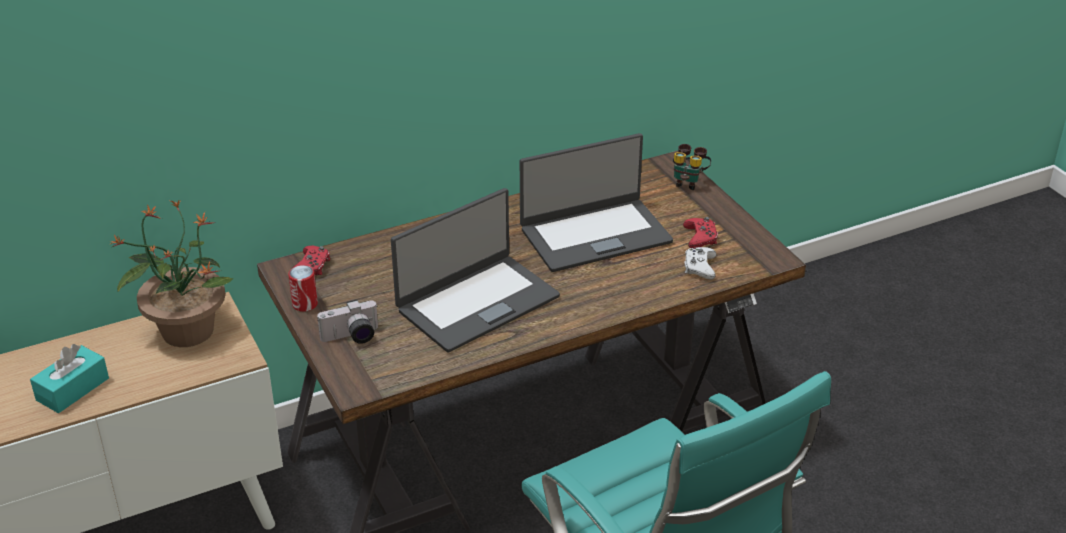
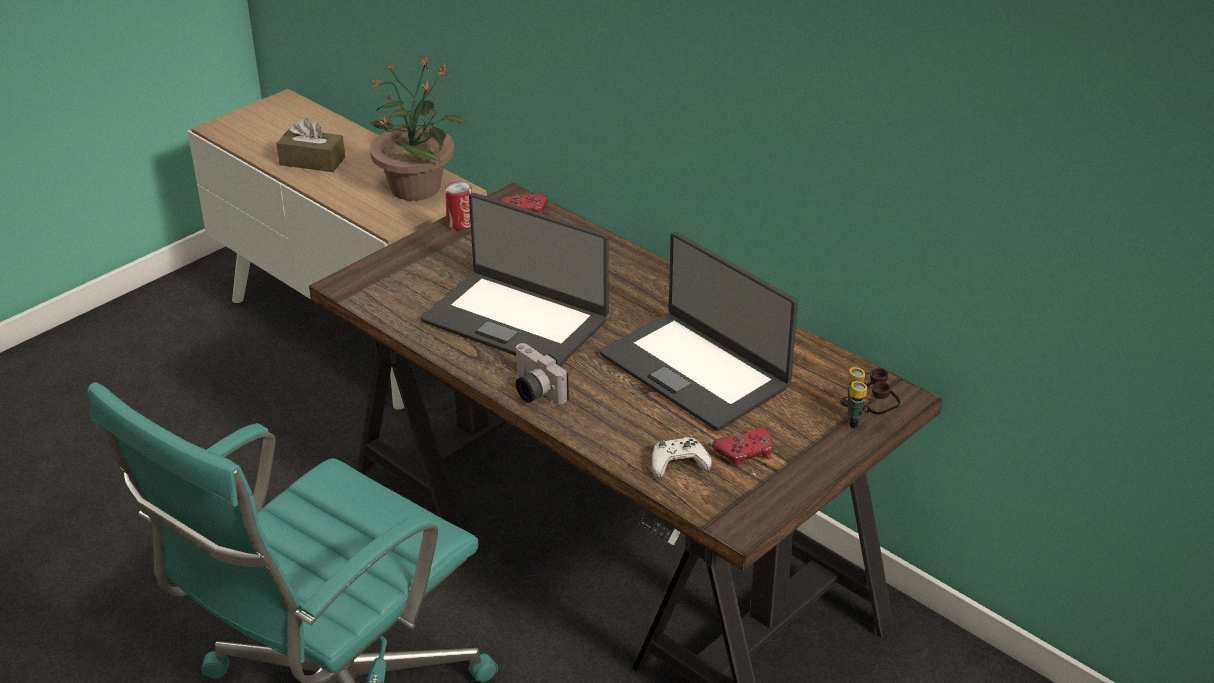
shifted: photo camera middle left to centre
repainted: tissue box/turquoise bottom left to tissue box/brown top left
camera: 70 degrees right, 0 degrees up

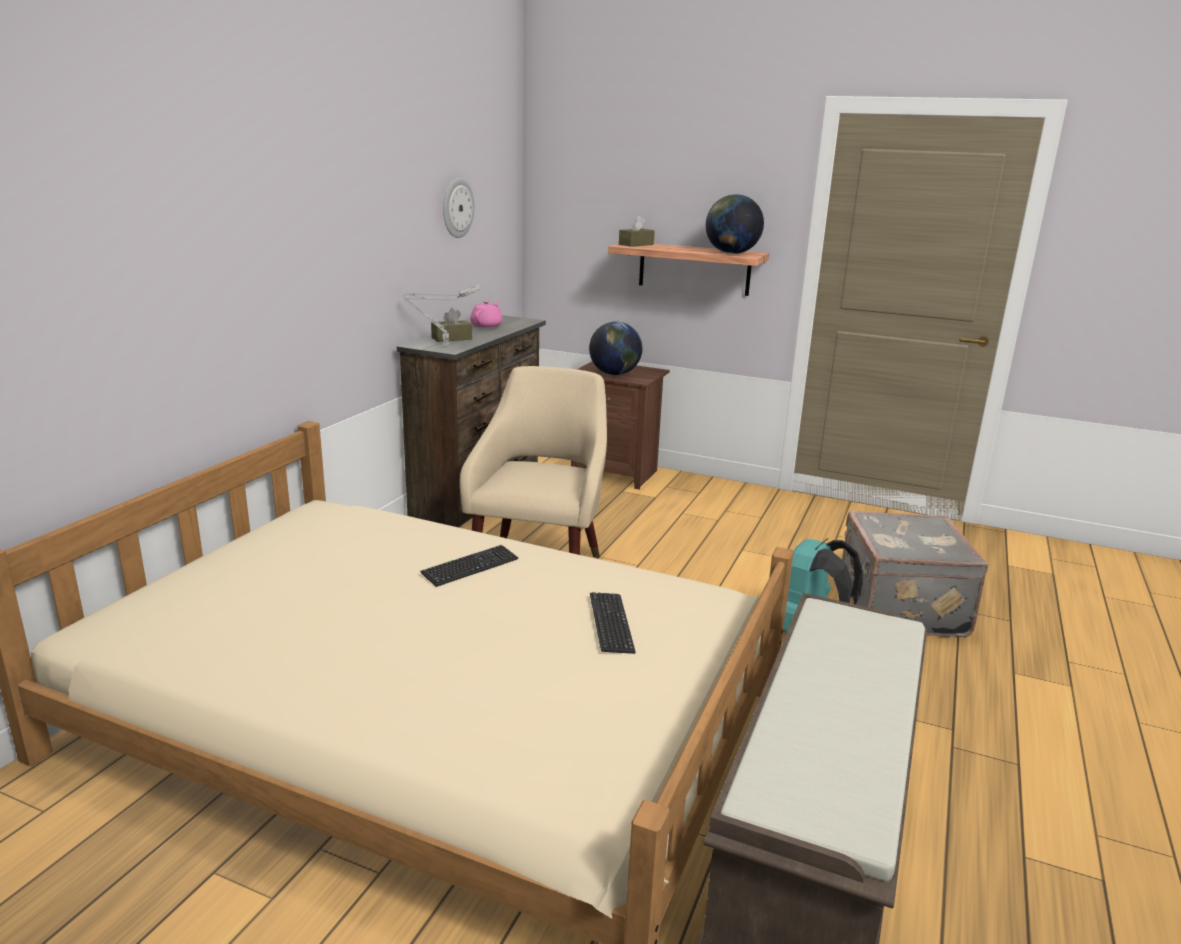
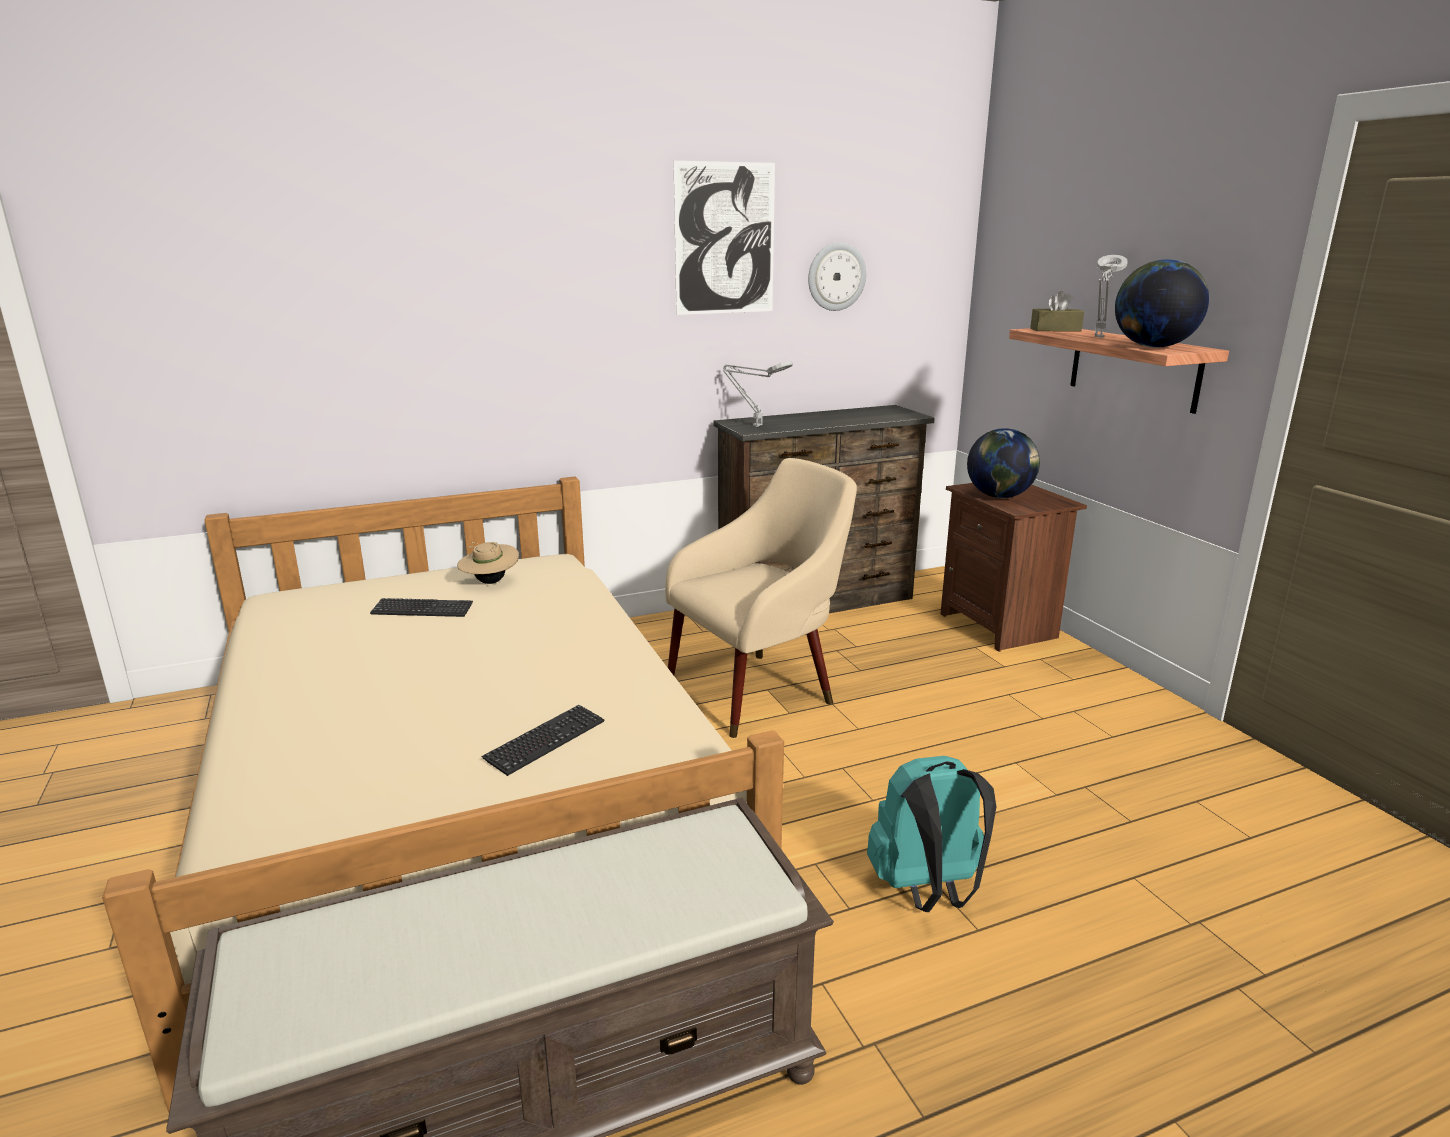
gone: tissue box/brown (no. 1 from left) centre; teapot/pink top centre; suitcase/grey middle right
new: hat/beige centre; picture top centre; table lamp/grey (no. 2 from left) top right
shifted: keyboard (no. 1 from left) centre to middle left
camera: 45 degrees right, 0 degrees up

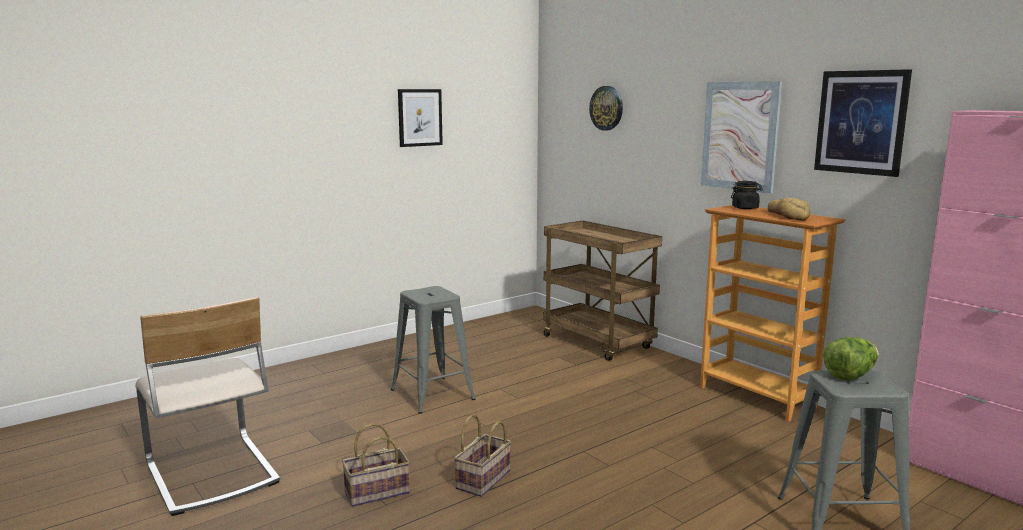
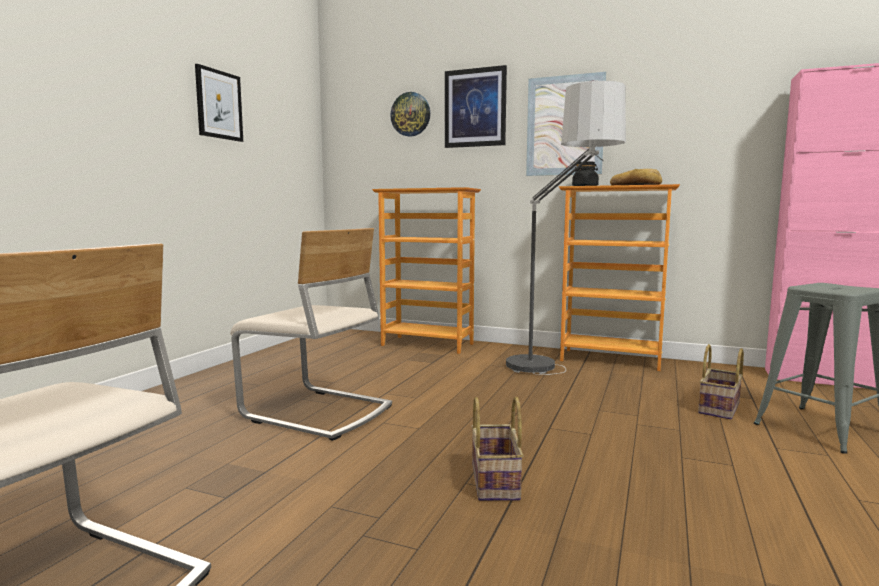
gone: lettuce bottom right
new: floor lamp centre
shifted: basket (no. 1 from left in the first image) bottom centre to basket (no. 2 from left) middle right; picture (no. 3 from left in the first image) top right to picture (no. 2 from left) top centre
swapped: stool/grey (no. 1 from left) centre to chair/beige (no. 2 from left) centre; cart/brown centre to bookcase (no. 1 from left) centre
camera: 30 degrees left, 5 degrees down

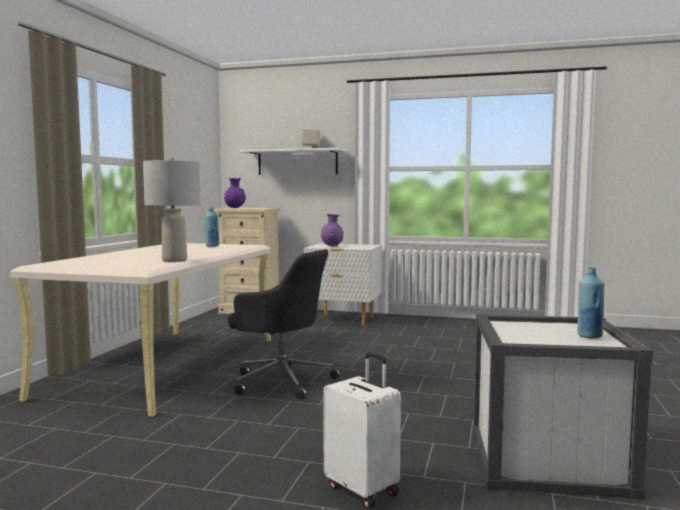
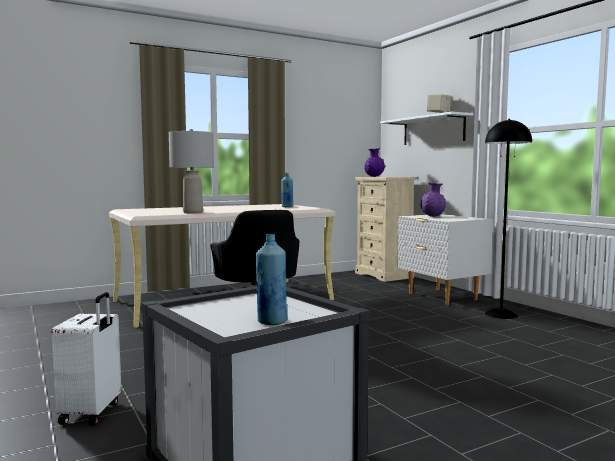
new: floor lamp/black middle right
camera: 45 degrees right, 0 degrees up

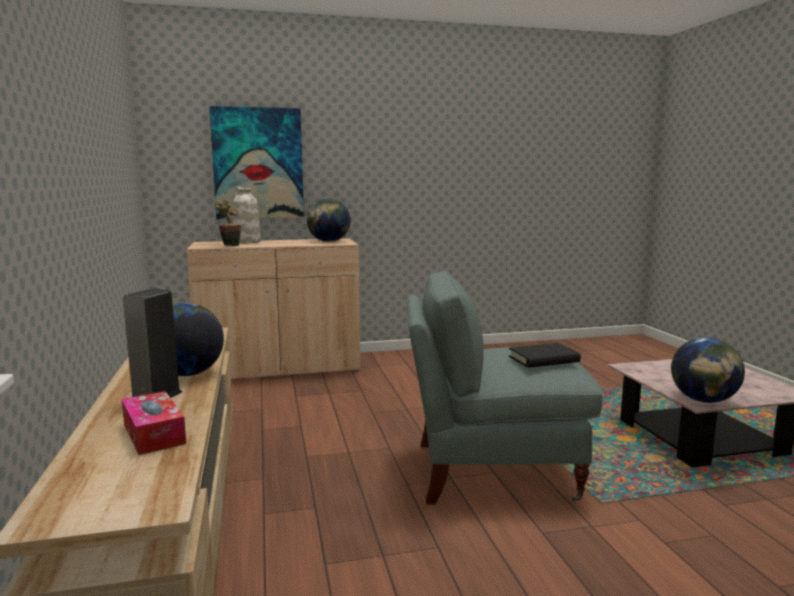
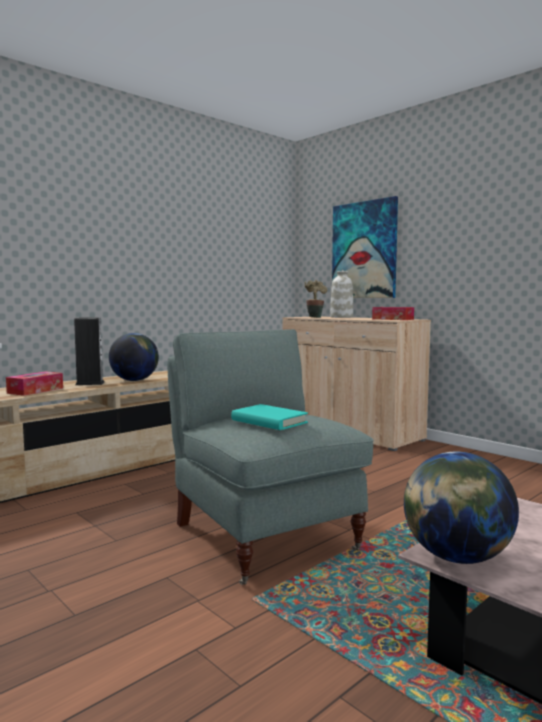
swapped: globe (no. 2 from left) centre to tissue box (no. 2 from left) middle right
repainted: book/black middle right to book/turquoise centre
camera: 60 degrees right, 5 degrees down

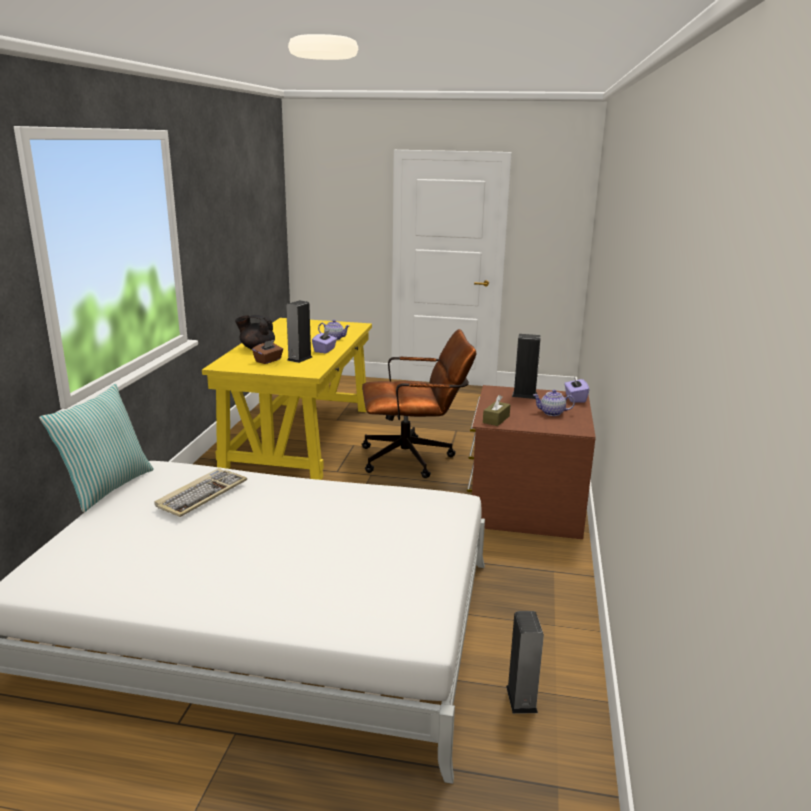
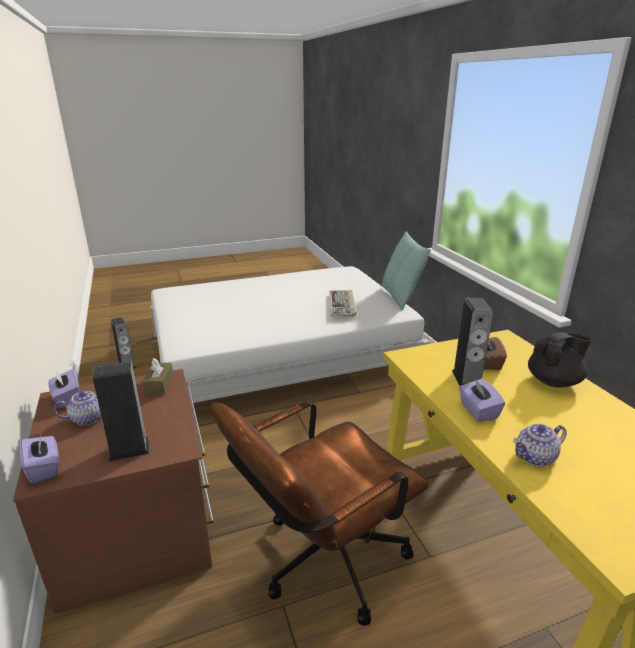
new: tissue box/purple (no. 2 from left) middle left
camera: 150 degrees right, 5 degrees up

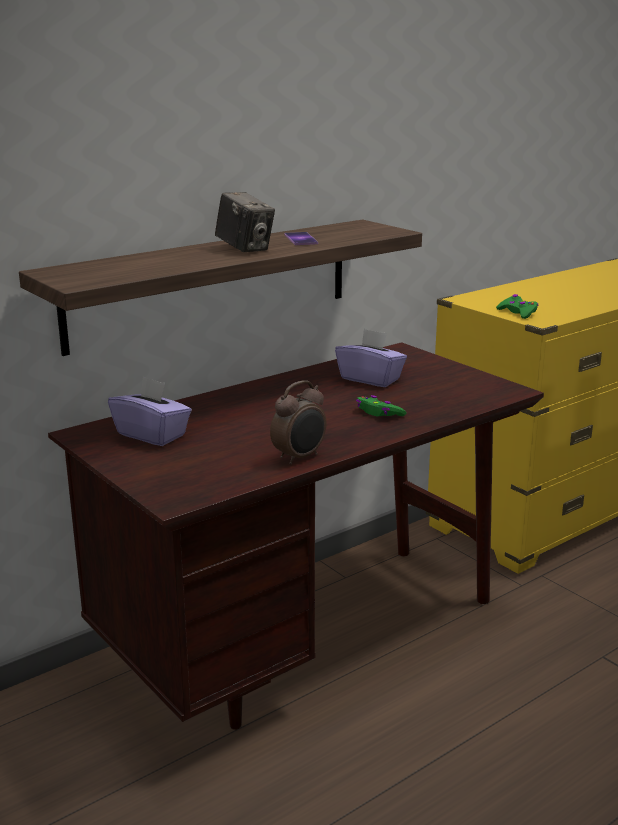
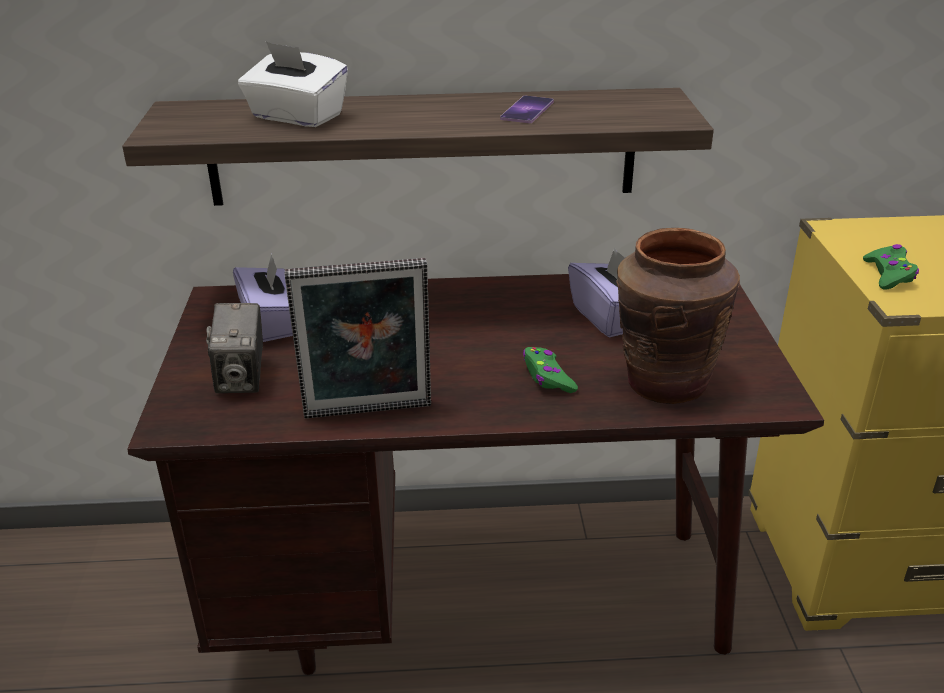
new: tissue box/white top left; vase/brown middle right
shifted: photo camera top centre to middle left
swapped: alarm clock centre to picture frame centre
camera: 35 degrees right, 10 degrees up

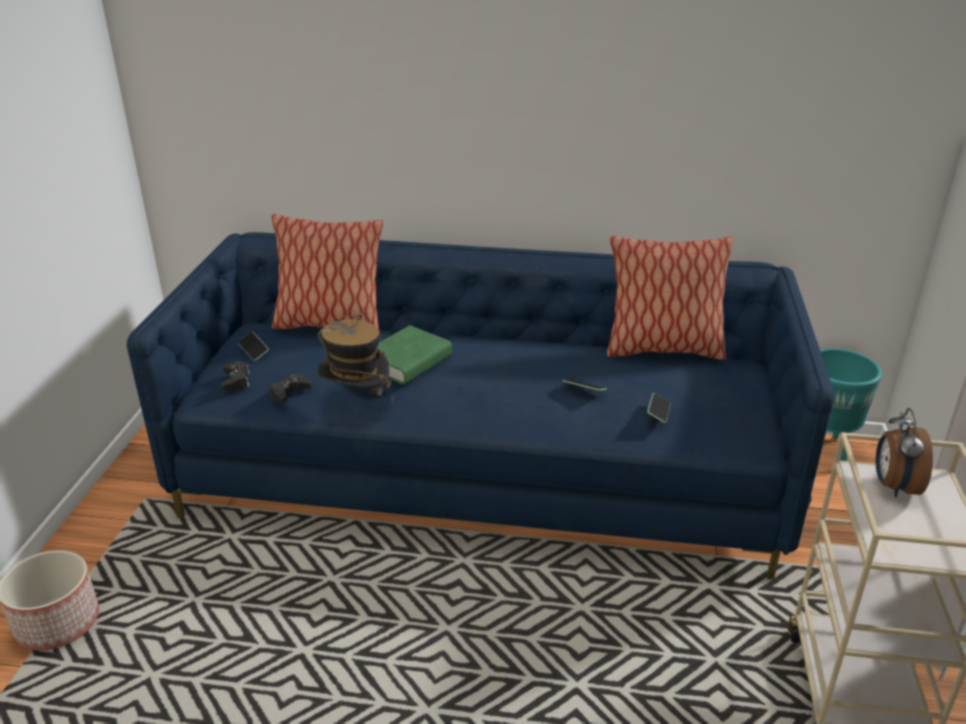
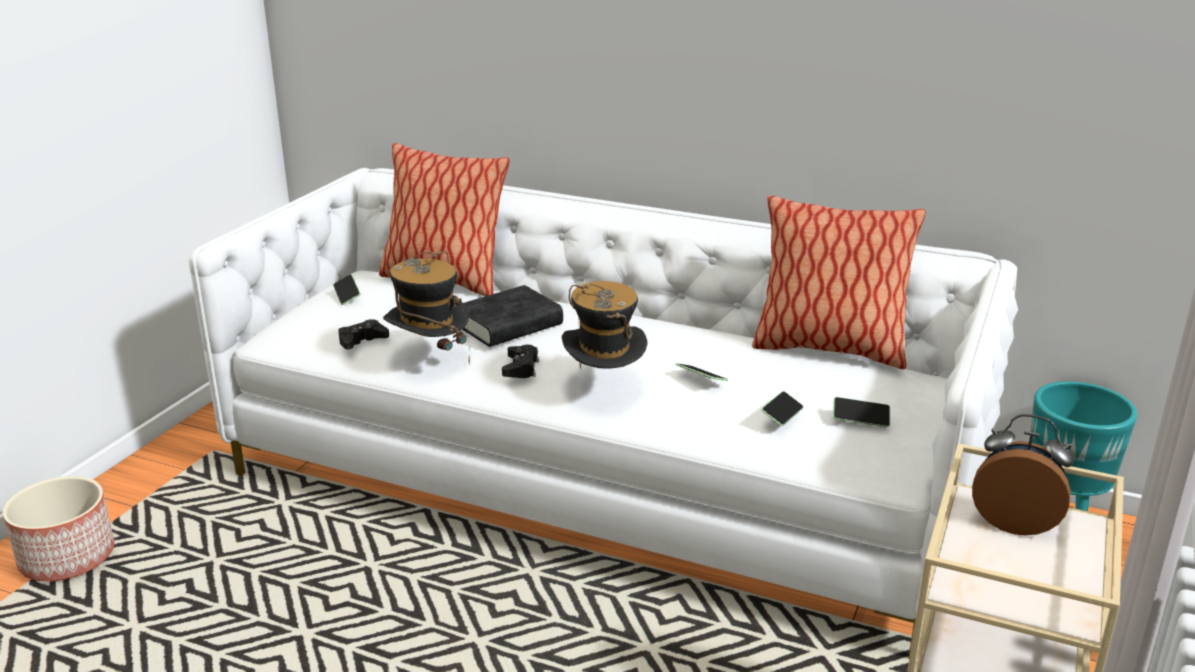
new: hat (no. 2 from left) centre; phone (no. 4 from left) middle right
shifted: game controller/black (no. 1 from left in the first image) middle left to game controller/black (no. 2 from left) centre
repainted: sofa/blue centre to sofa/white centre; book/green centre to book/black centre
rotated: alarm clock middle right = bottom right 90 degrees clockwise
camera: 15 degrees right, 5 degrees down

